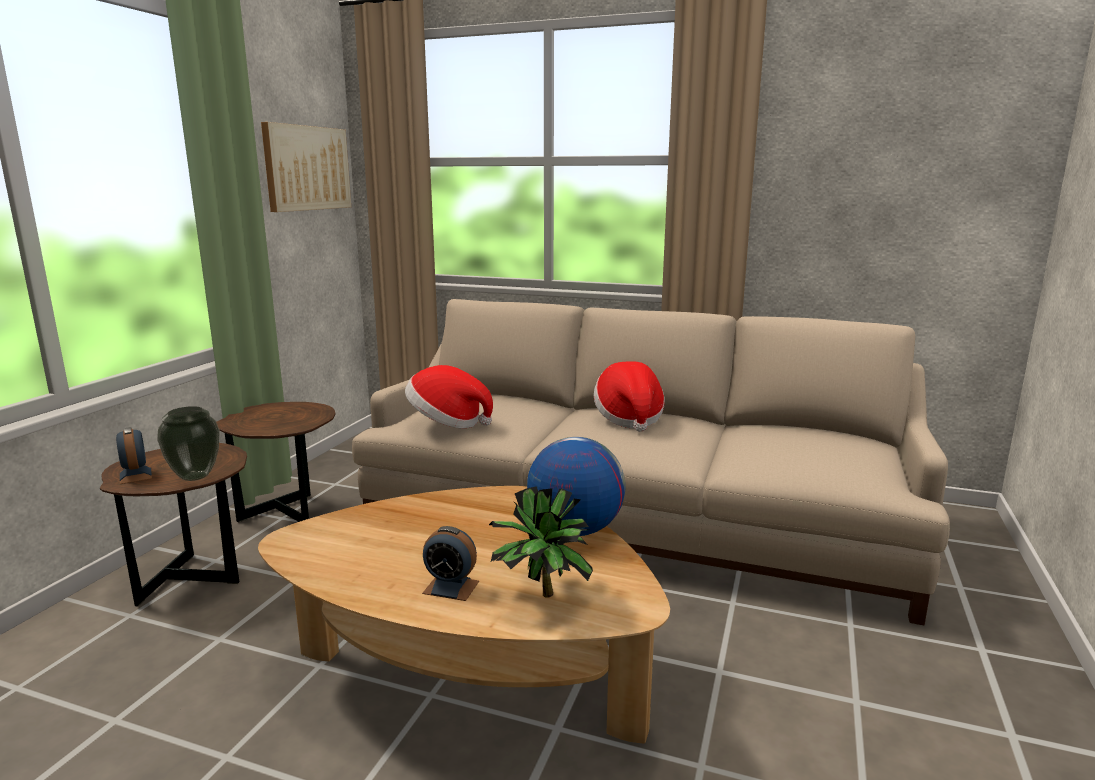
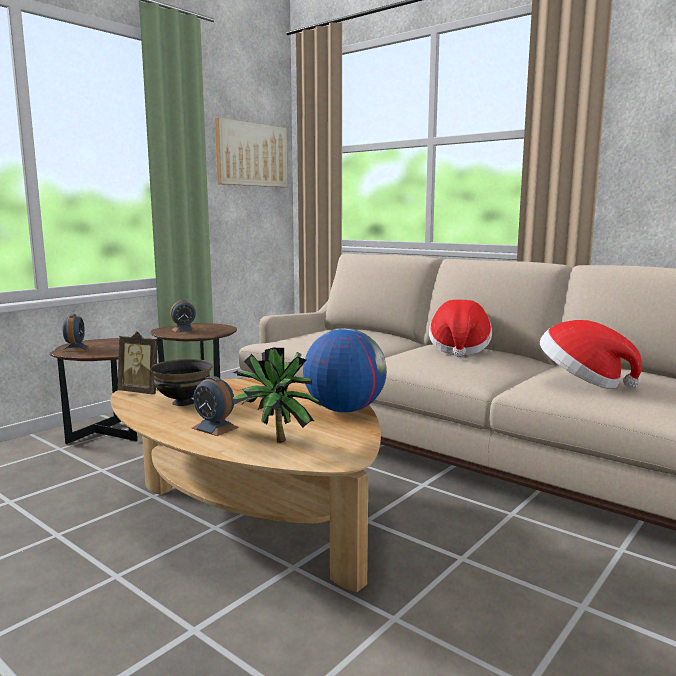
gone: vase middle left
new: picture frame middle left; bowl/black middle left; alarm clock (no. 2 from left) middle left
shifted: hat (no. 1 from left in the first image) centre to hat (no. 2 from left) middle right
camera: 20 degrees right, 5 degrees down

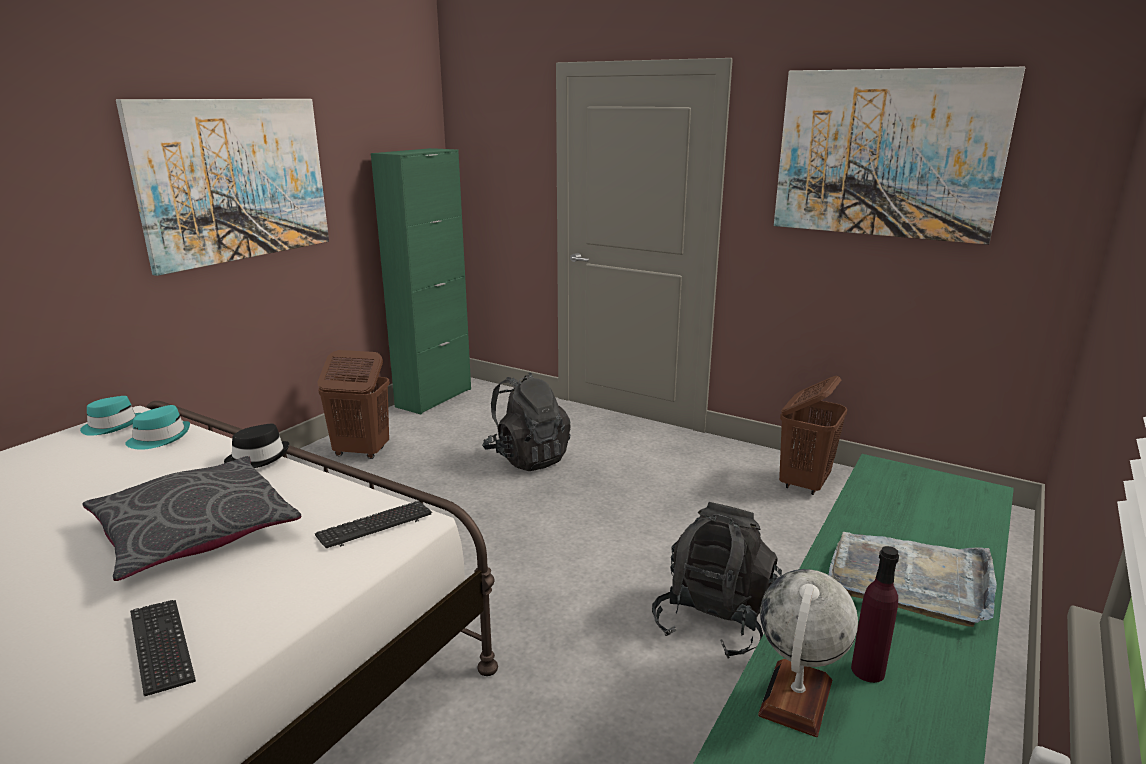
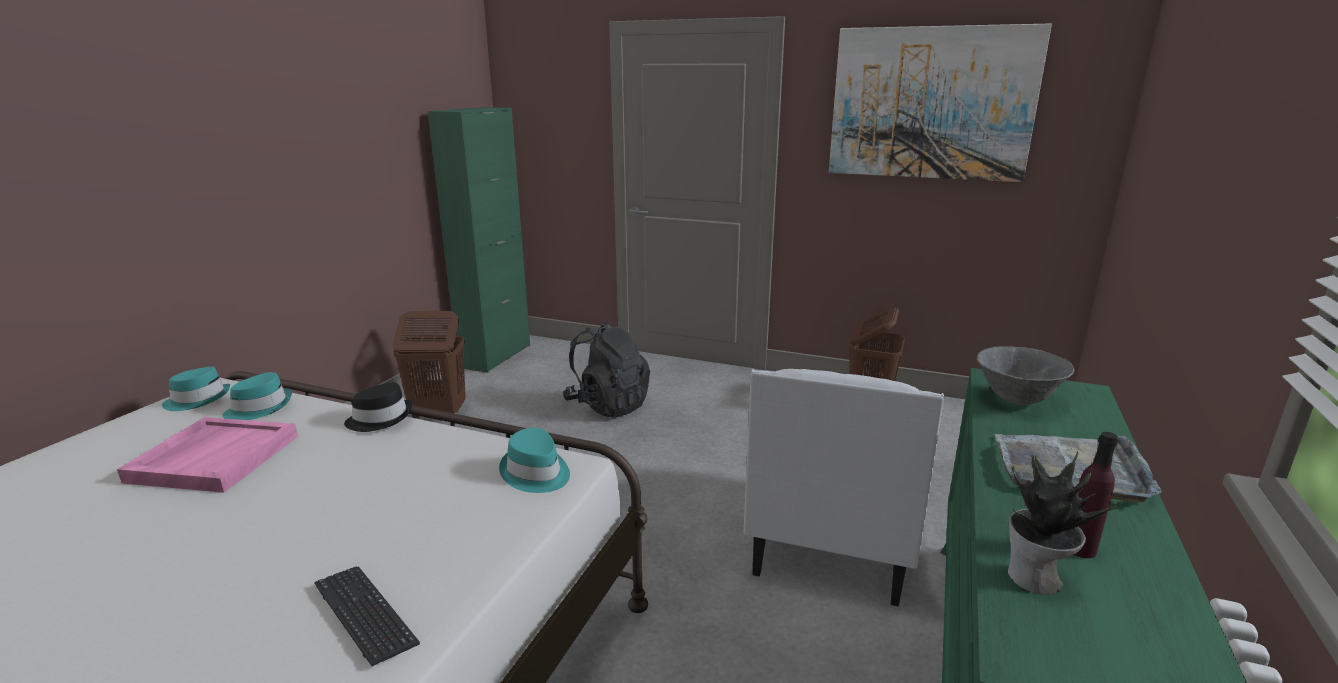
gone: pillow/grey bottom left; picture (no. 1 from left) top left
new: tray/pink middle left; bowl/grey middle right
swapped: keyboard (no. 2 from left) bottom left to hat/turquoise (no. 3 from left) bottom centre; backpack/black (no. 2 from left) bottom centre to armchair/white bottom centre; globe bottom right to potted plant bottom right
camera: 10 degrees left, 0 degrees up

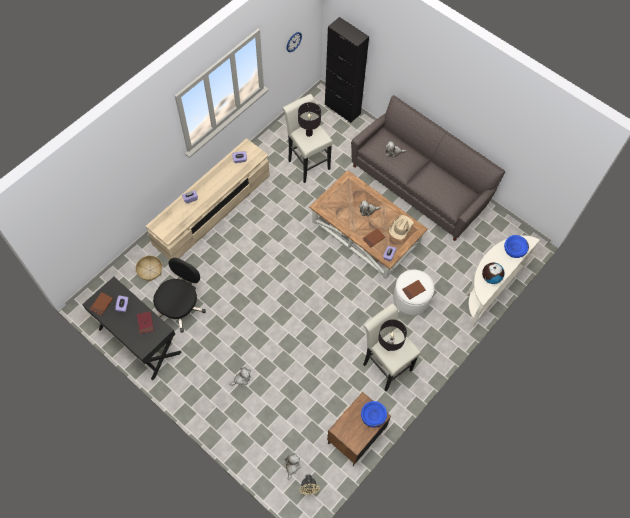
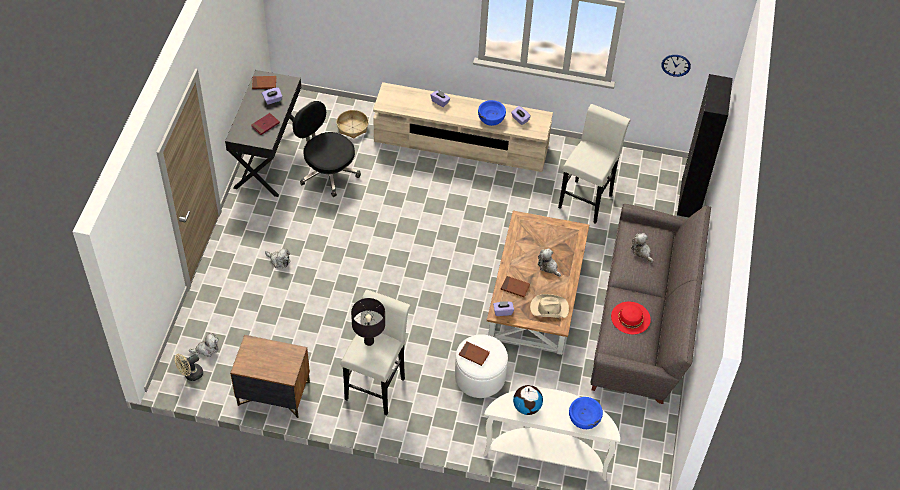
gone: table lamp/black (no. 1 from left) top centre
new: hat/red middle right
shifted: bowl/blue (no. 1 from left) bottom centre to top centre
rotated: office chair/black middle left = top centre 135 degrees counterclockwise
camera: 60 degrees right, 10 degrees down

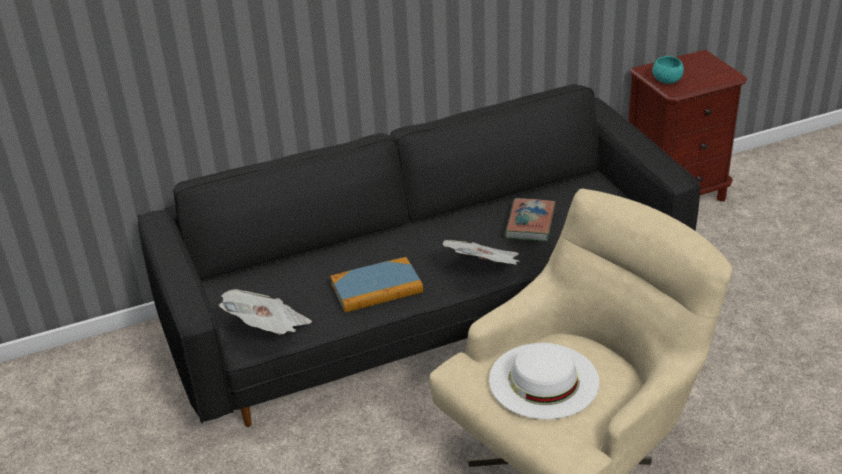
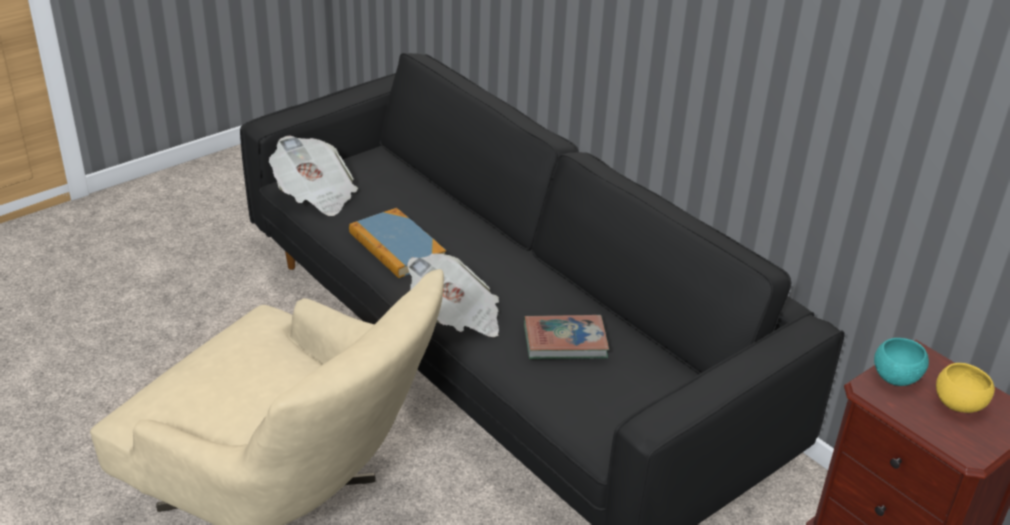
gone: hat/white bottom centre
new: bowl/yellow bottom right
camera: 70 degrees right, 0 degrees up

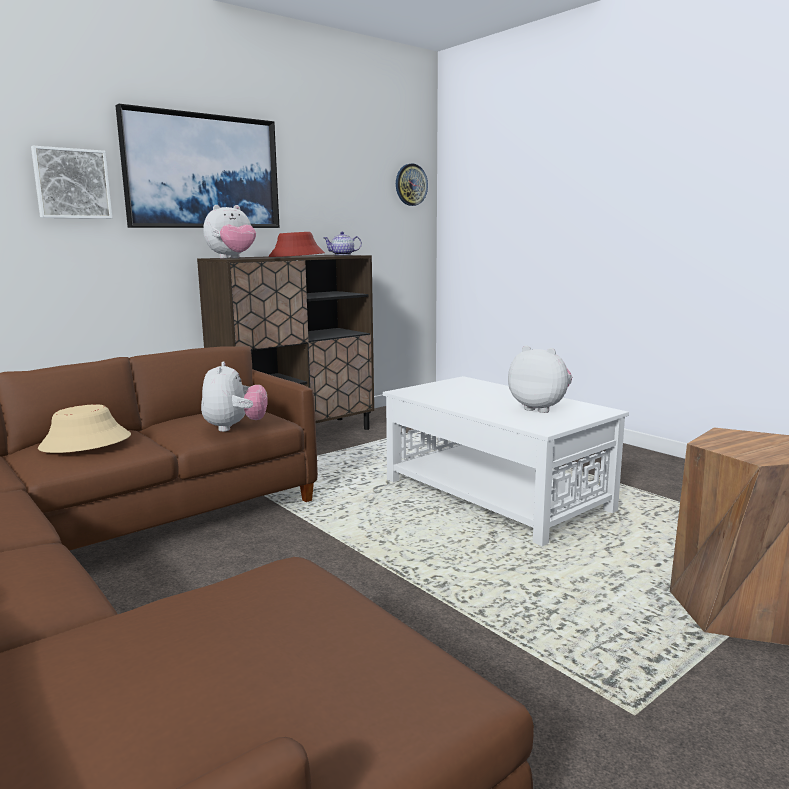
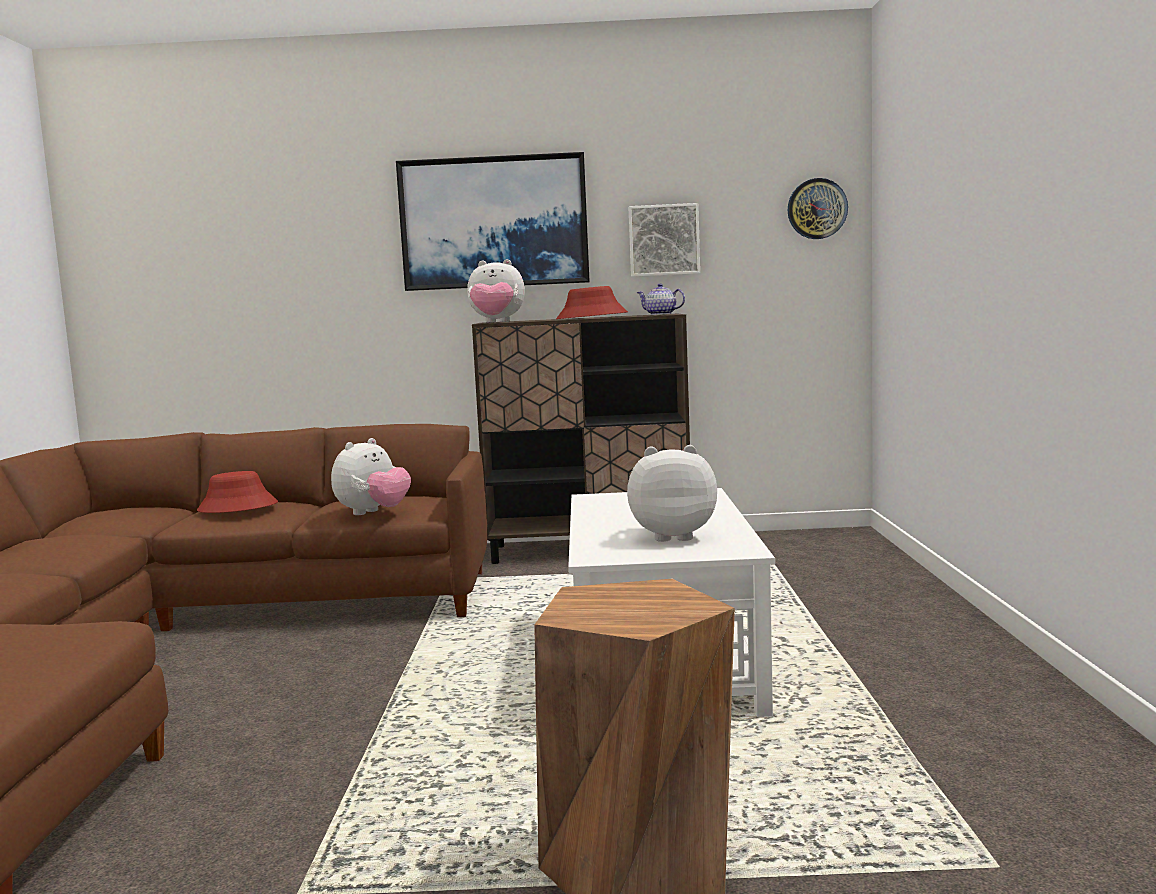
shifted: picture (no. 1 from left in the first image) top left to picture (no. 2 from left) top centre
repainted: hat/beige middle left to hat/red (no. 1 from left) middle left
rotated: plush toy (no. 3 from left) middle right = centre 75 degrees counterclockwise
camera: 40 degrees right, 5 degrees down

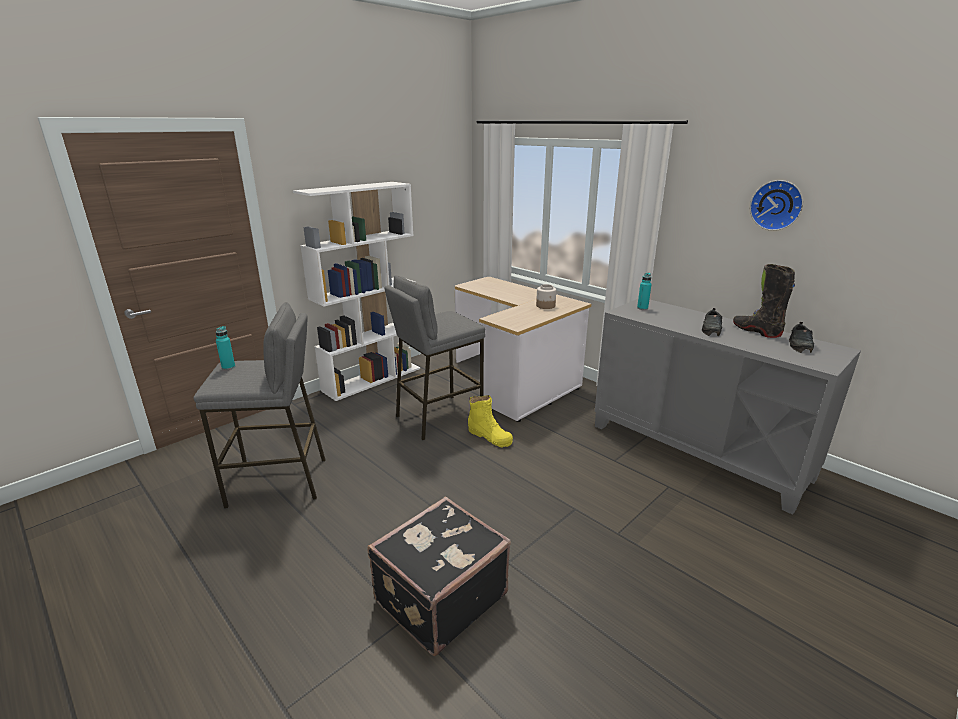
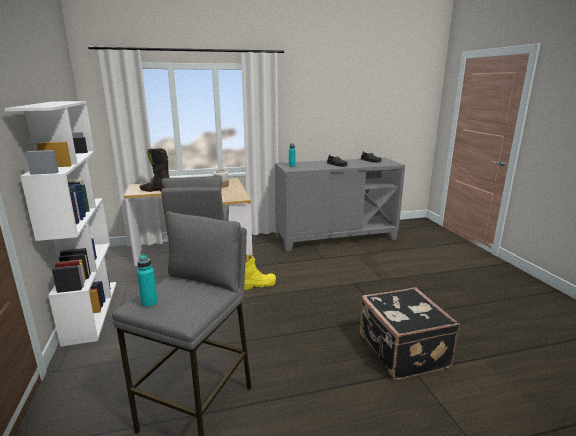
gone: wall clock top right
shifted: boot/black middle right to middle left
camera: 60 degrees left, 5 degrees down

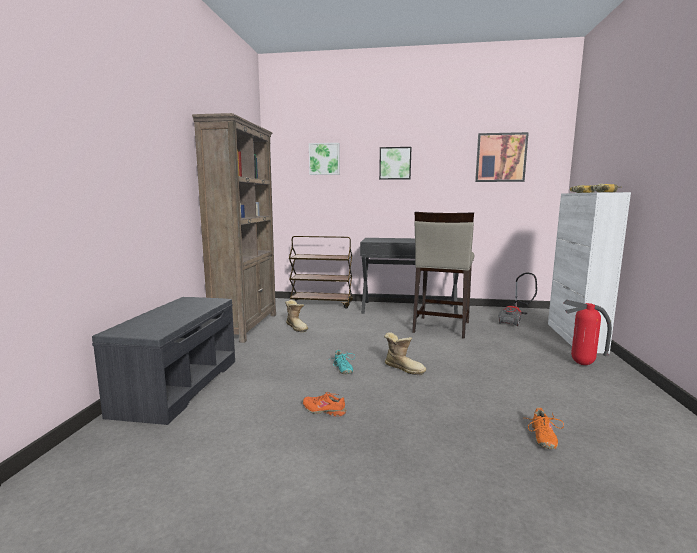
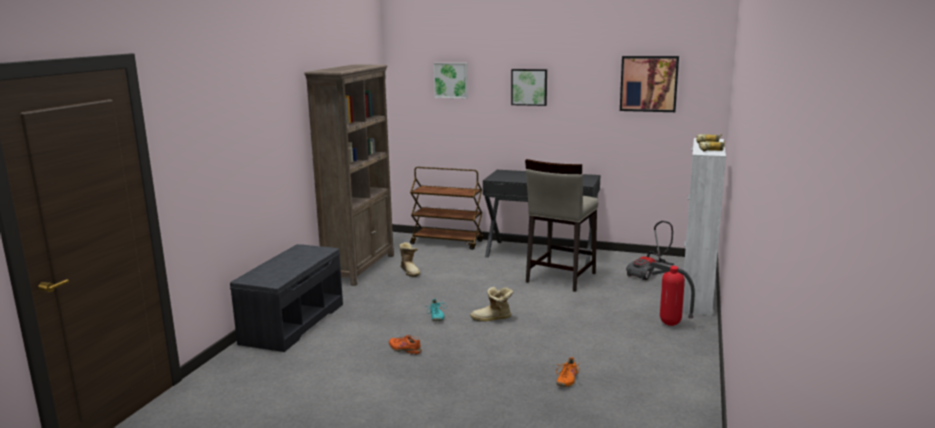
rotated: boot (no. 2 from left) centre = bottom centre 135 degrees clockwise
camera: 10 degrees right, 5 degrees up

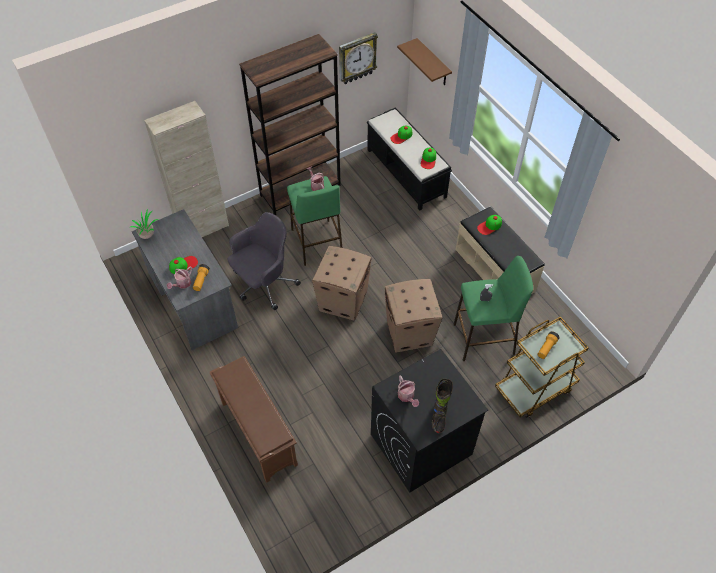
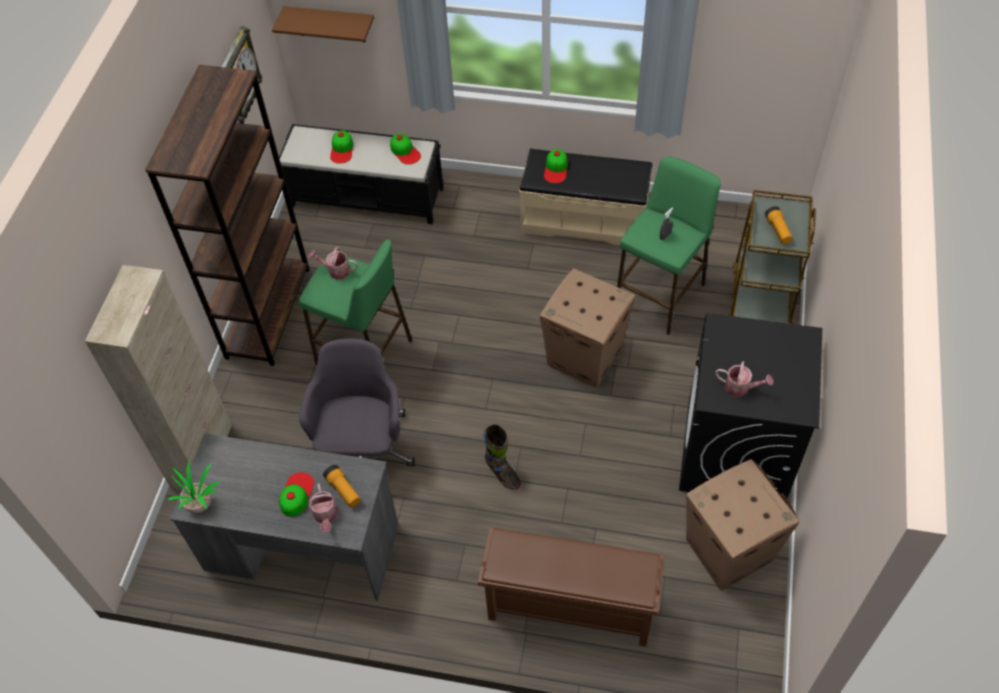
shifted: cardboard box (no. 1 from left in the first image) centre to cardboard box (no. 2 from left) bottom right; boot/black bottom centre to centre
camera: 45 degrees left, 0 degrees up

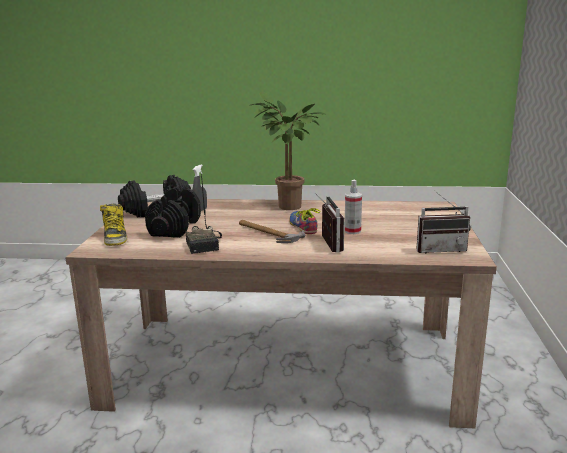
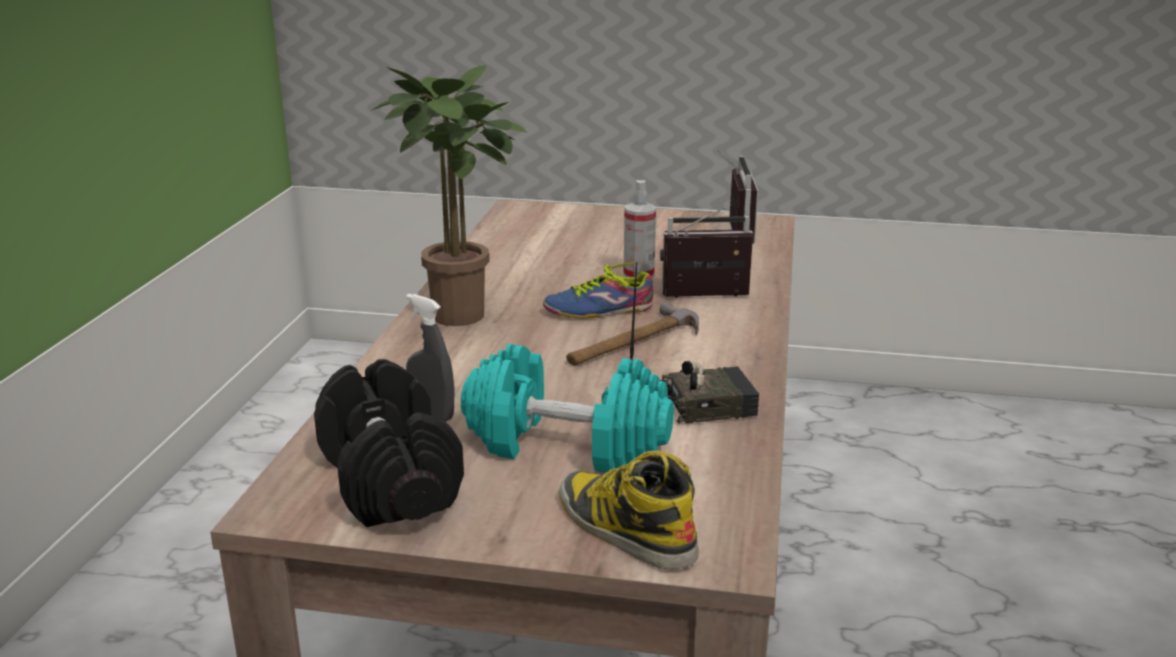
repainted: dumbbell/black (no. 2 from left) middle left to dumbbell/turquoise centre
rotated: boot middle left = bottom centre 120 degrees counterclockwise
camera: 85 degrees left, 5 degrees up

